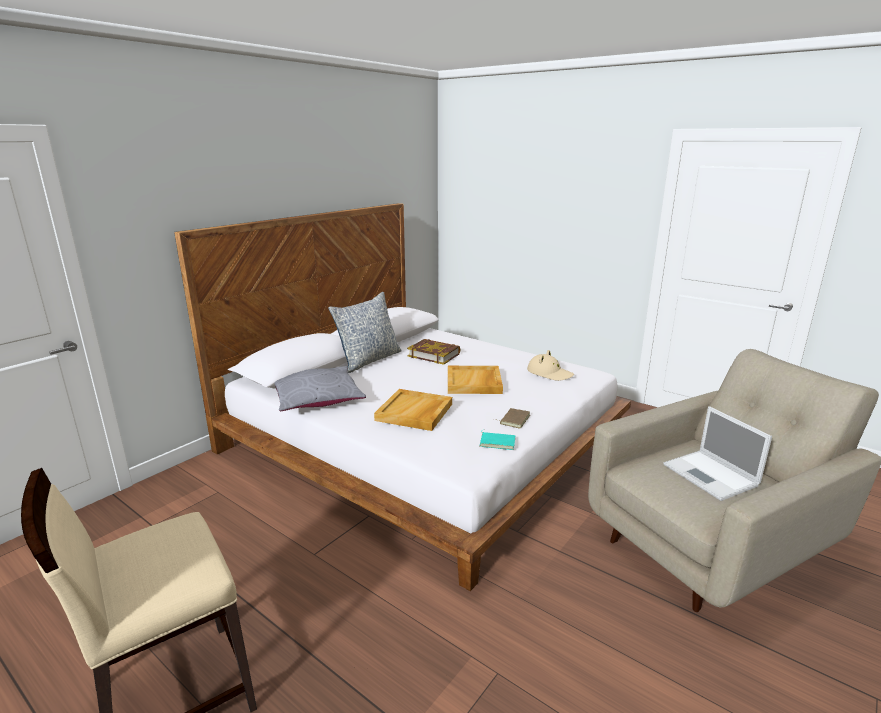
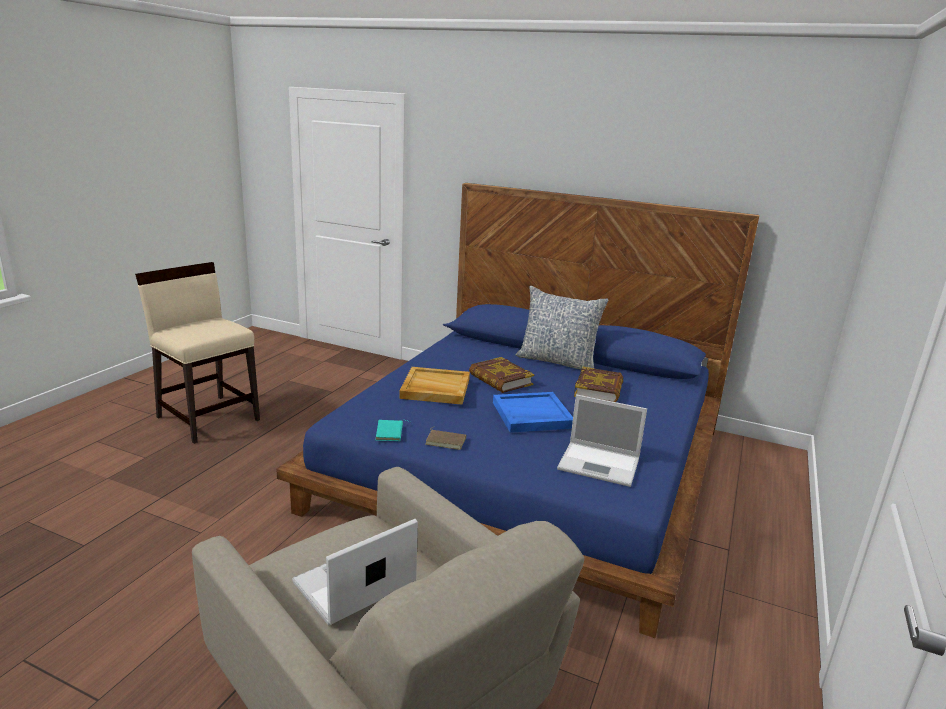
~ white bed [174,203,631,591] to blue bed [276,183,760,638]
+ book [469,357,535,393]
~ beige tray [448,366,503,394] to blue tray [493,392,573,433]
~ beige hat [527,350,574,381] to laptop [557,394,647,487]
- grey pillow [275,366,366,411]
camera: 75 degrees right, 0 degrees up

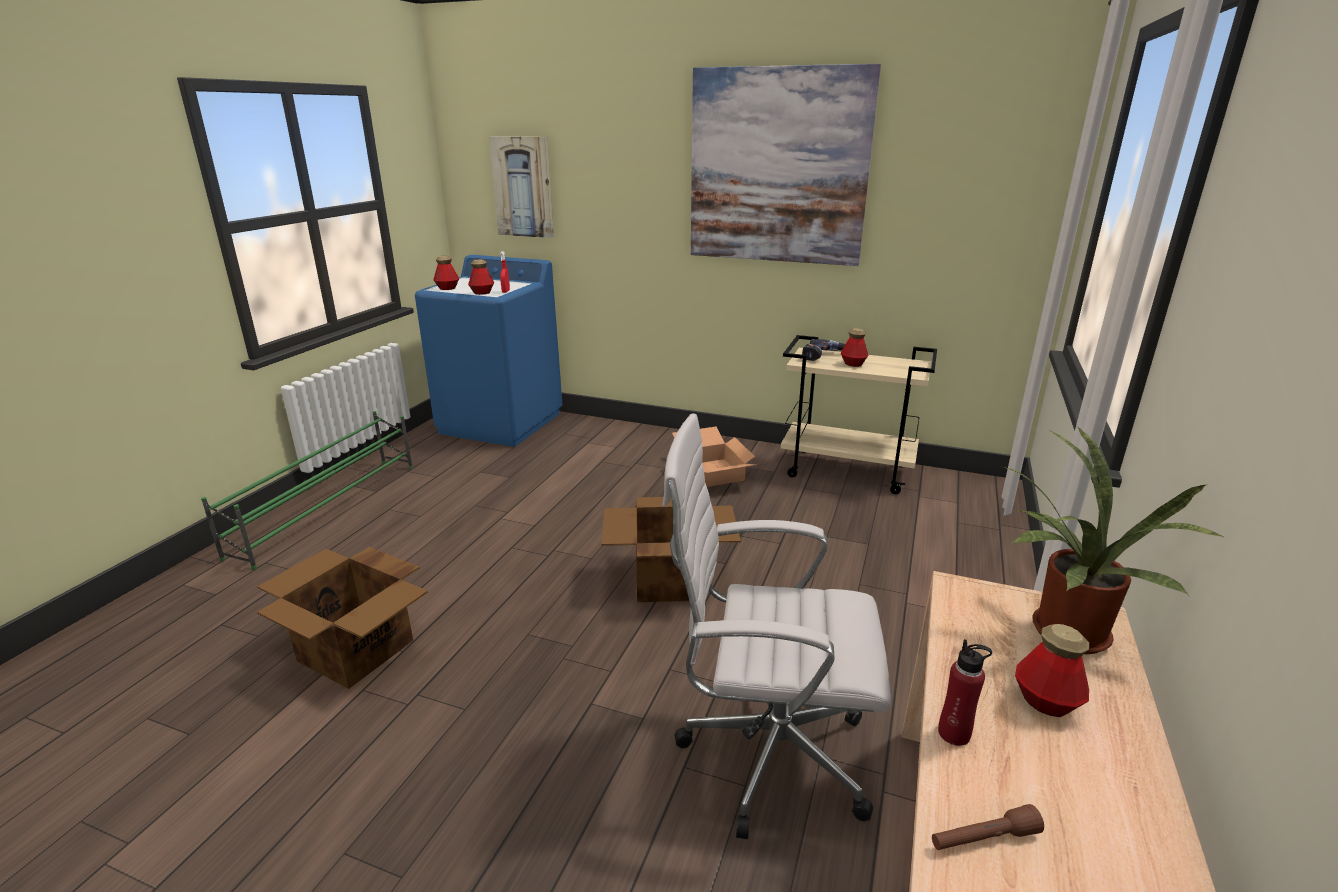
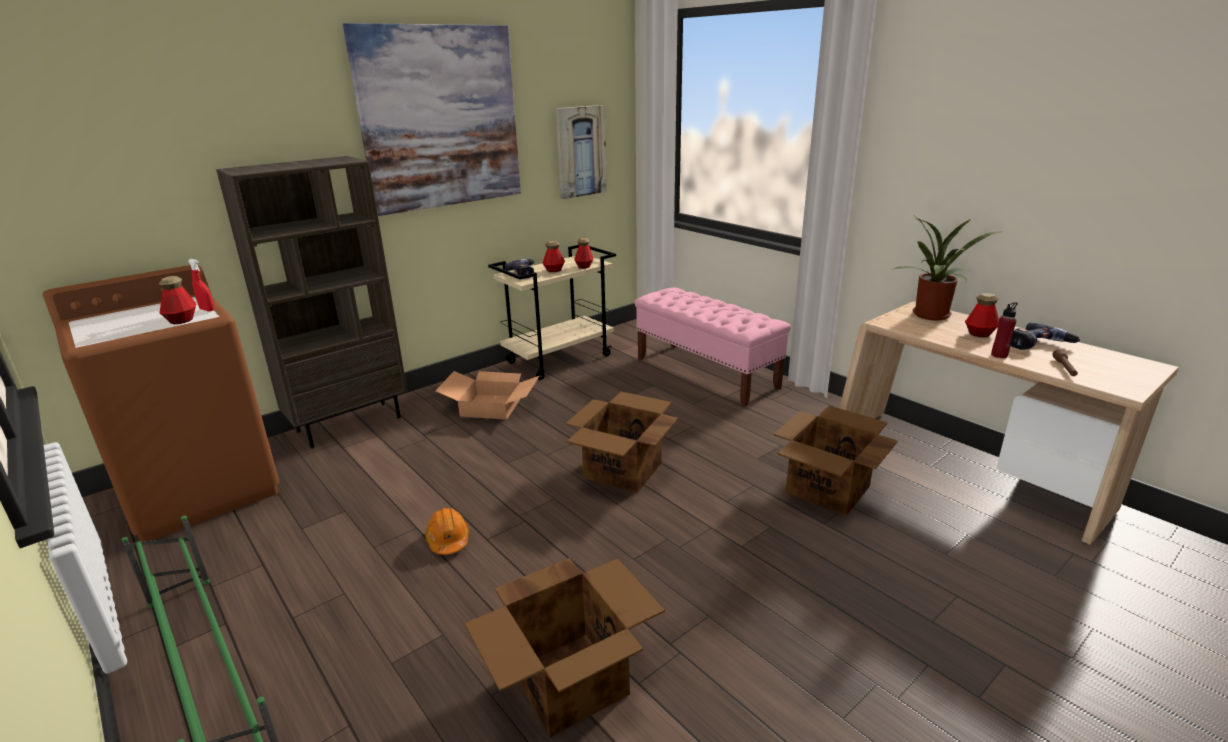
~ blue washing machine [415,255,563,447] to brown washing machine [43,265,279,542]
+ brown bookcase [216,156,408,448]
+ orange hard hat [425,508,469,555]
~ picture [489,136,554,238] to [556,105,607,199]
~ bottle [433,256,459,290] to [574,238,594,269]
+ pink bench [634,288,791,406]
~ white office chair [663,414,891,839] to cardboard box [774,406,898,516]
+ power drill [1010,322,1080,350]
camera: 60 degrees left, 0 degrees up

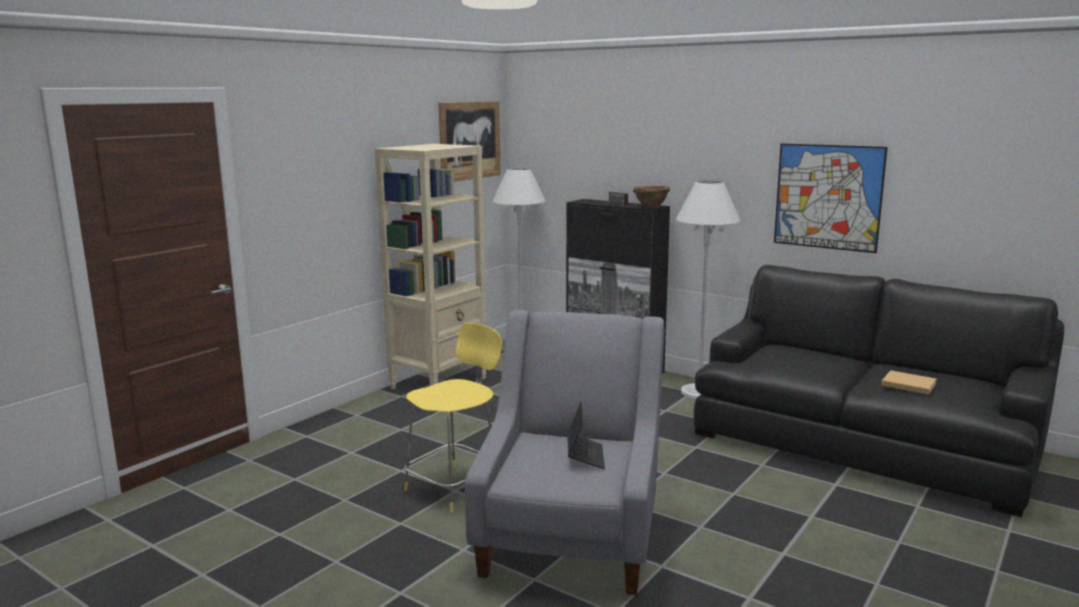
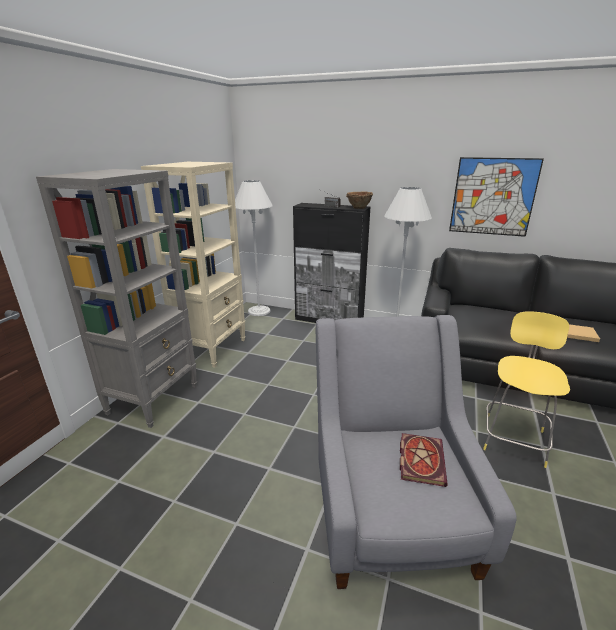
+ grey bookcase [36,169,197,428]
~ laptop [567,401,605,469] to book [400,433,448,487]
~ yellow stool [404,323,502,512] to [483,311,570,468]
- picture [438,101,501,182]
camera: 15 degrees left, 10 degrees up

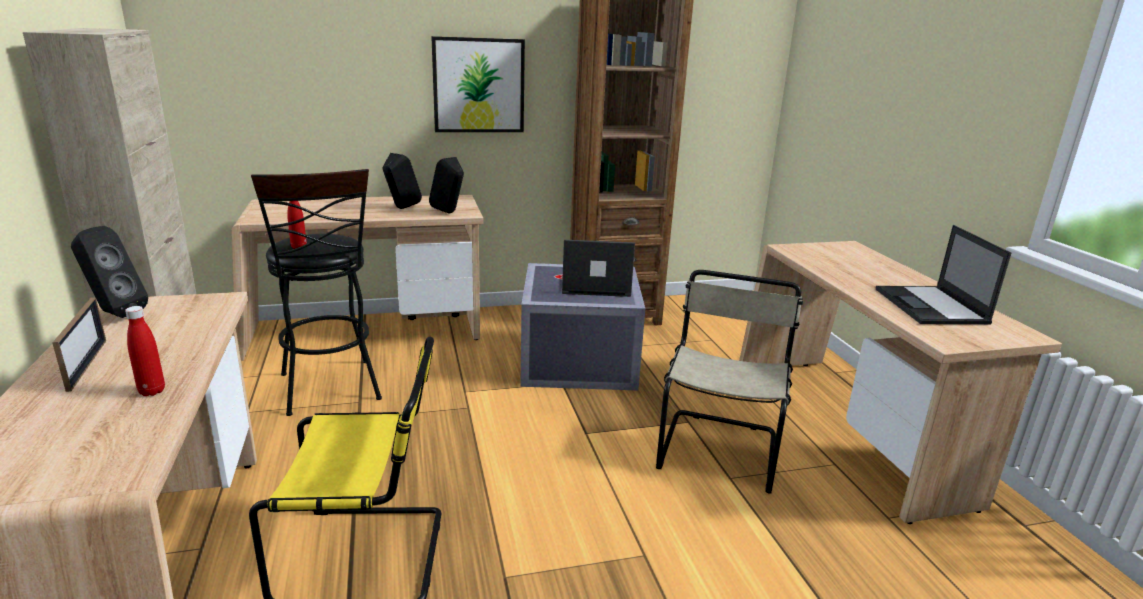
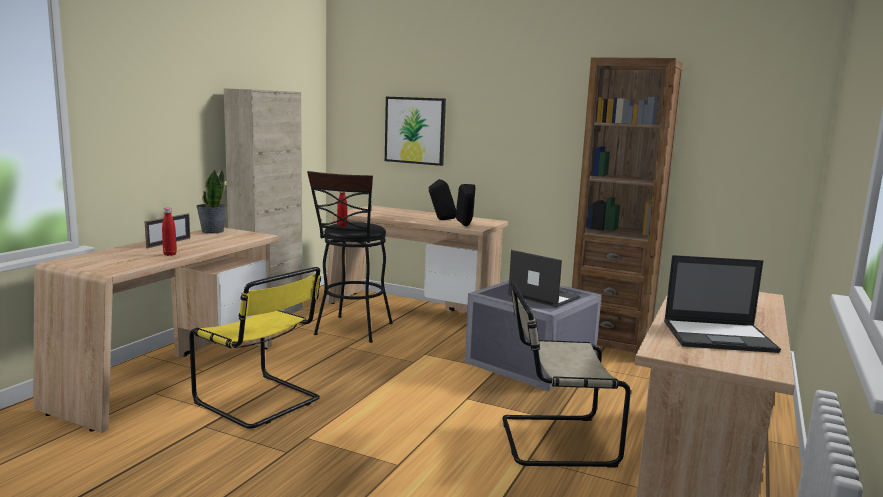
~ black speaker [71,226,148,318] to potted plant [196,169,227,234]
~ picture [431,36,525,132] to [385,97,446,166]
~ beige chair [656,270,803,494] = [502,282,631,468] 150 degrees counterclockwise
~ laptop [876,225,1011,324] = [664,255,781,353] 120 degrees counterclockwise
camera: 40 degrees right, 10 degrees down

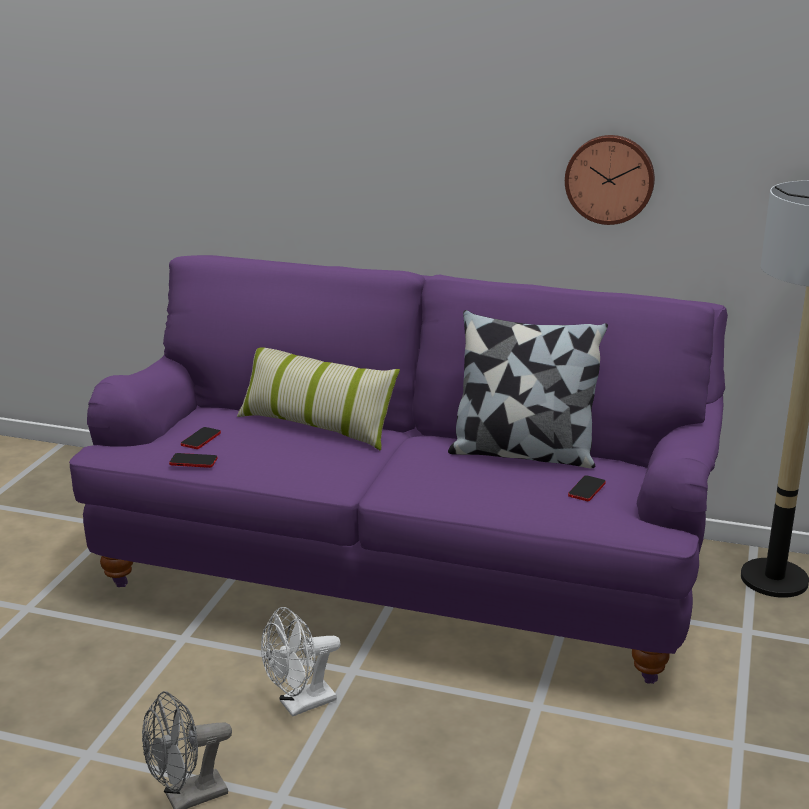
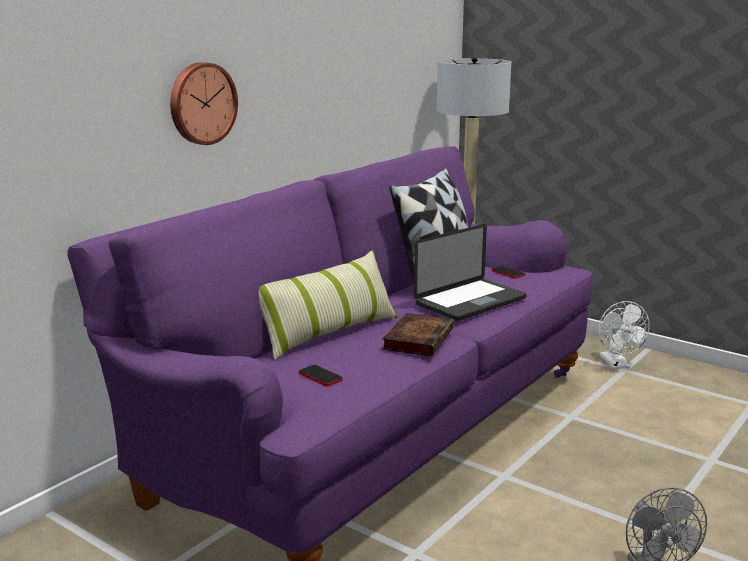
~ wall clock [565,135,655,225] to [170,62,238,145]
+ book [382,313,454,356]
+ laptop [414,224,527,321]
~ white fan [261,607,341,717] to [599,301,650,369]
- phone [169,453,218,468]
camera: 70 degrees left, 5 degrees down

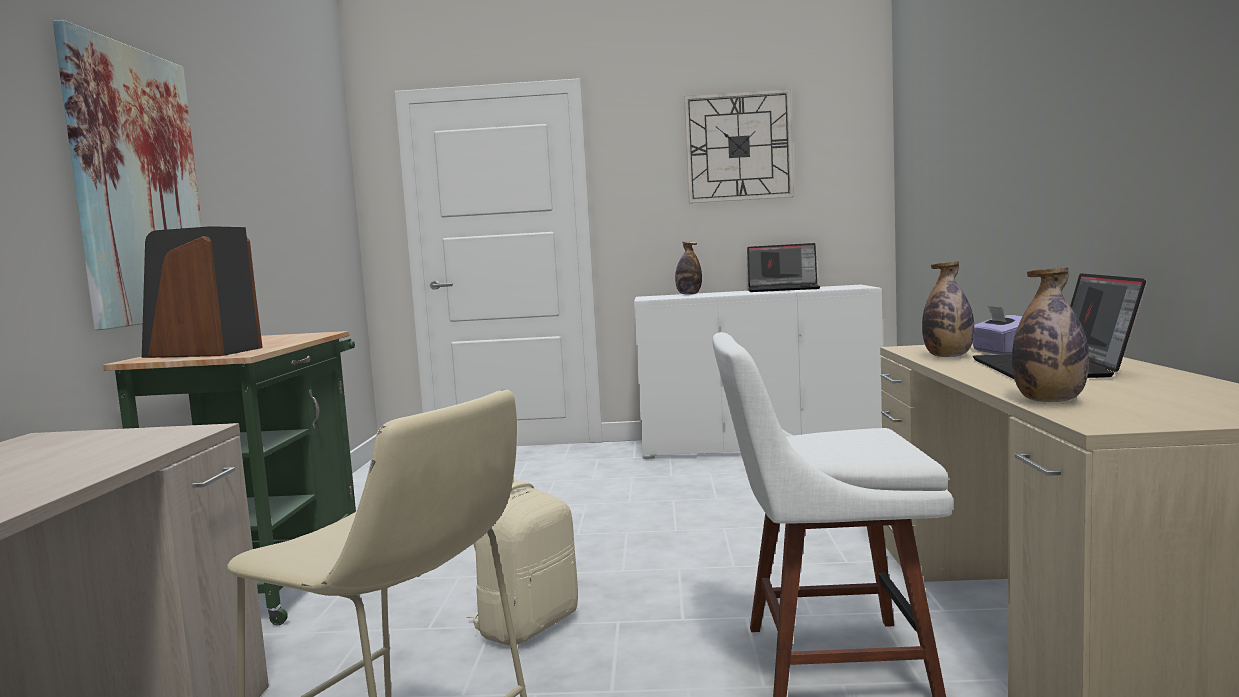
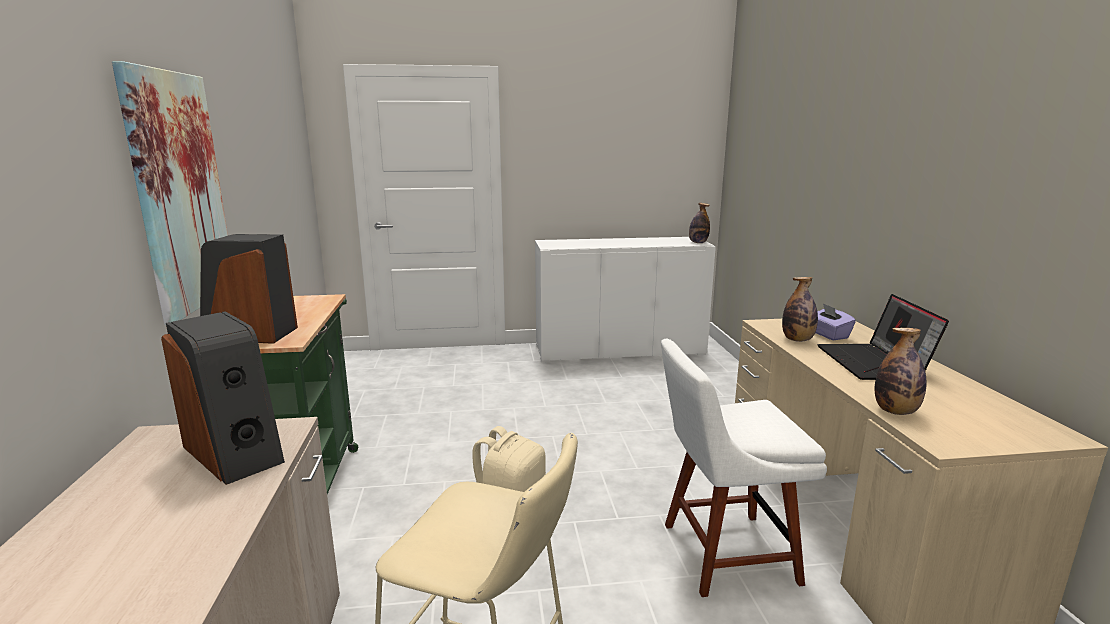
+ speaker [161,311,285,485]
~ bottle [675,242,702,295] to [689,203,710,243]
- wall clock [684,89,794,203]
- laptop [747,243,821,292]
camera: 10 degrees left, 10 degrees up

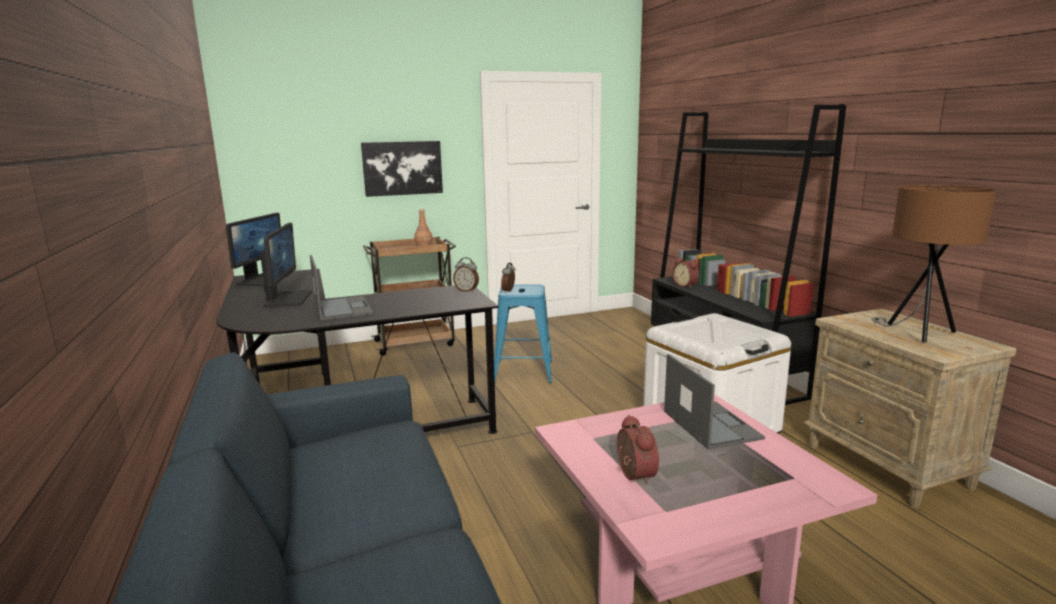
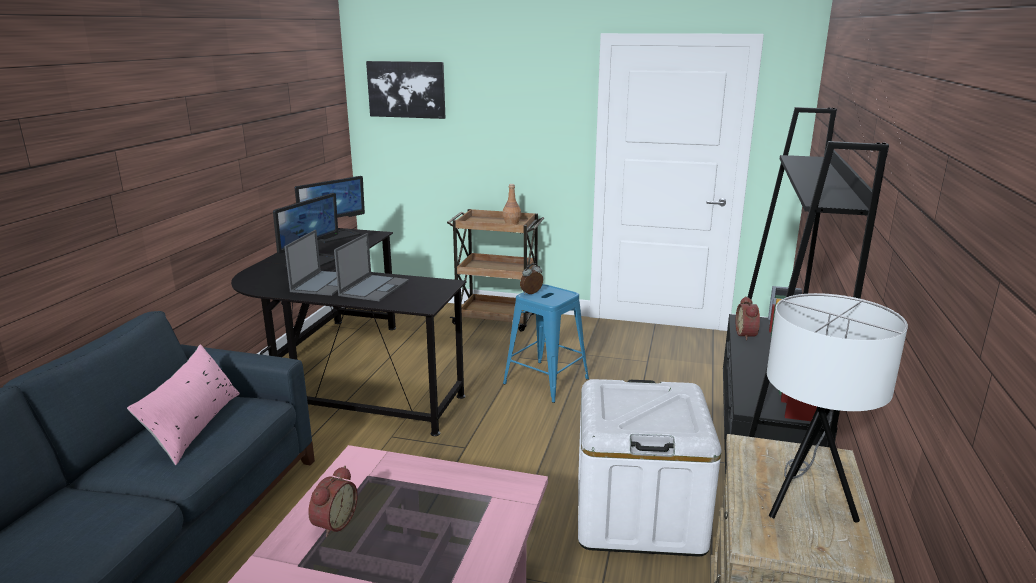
+ pink pillow [127,344,240,465]
~ laptop [664,354,765,449] to [334,233,409,302]
~ picture [361,141,443,197] to [366,61,445,119]
~ brown table lamp [871,185,996,342] to white table lamp [767,293,908,522]
- alarm clock [453,257,479,292]
camera: 35 degrees right, 5 degrees up

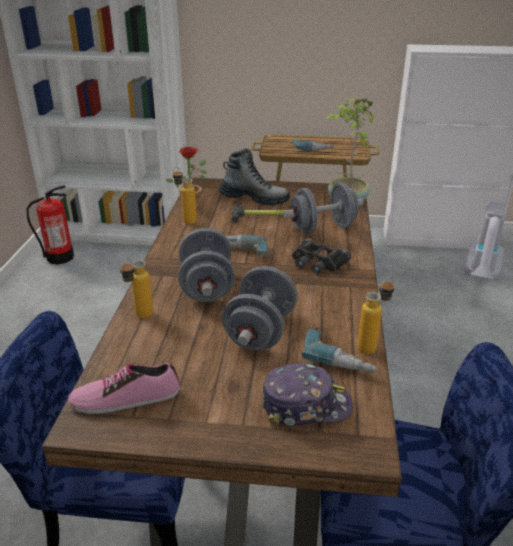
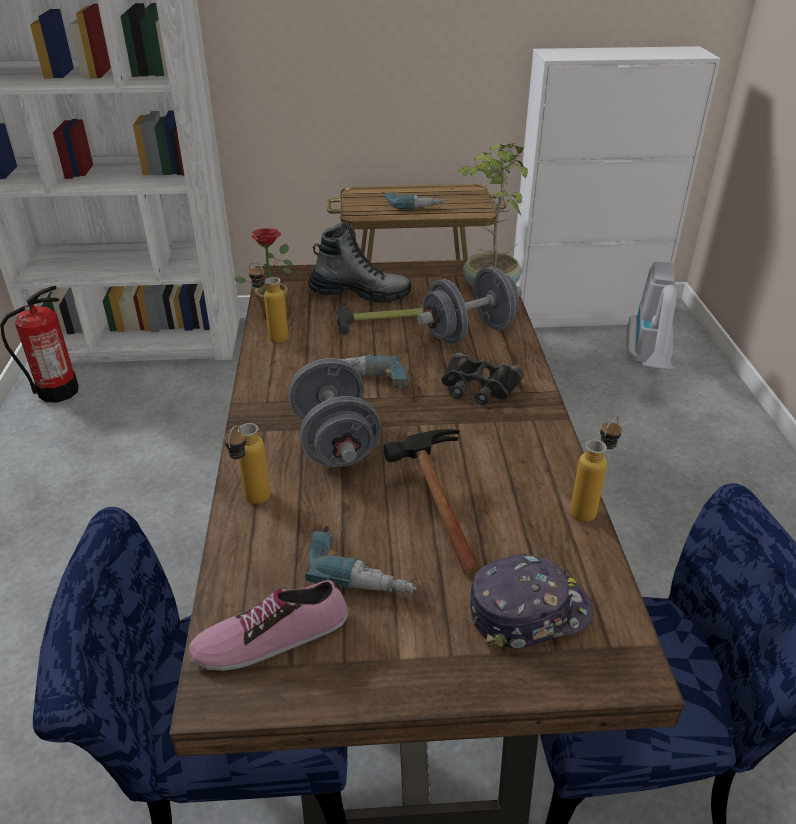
~ power drill [302,327,378,373] to [305,526,417,593]
~ grey dumbbell [222,266,298,350] to hammer [383,429,479,575]
camera: 10 degrees left, 5 degrees up

